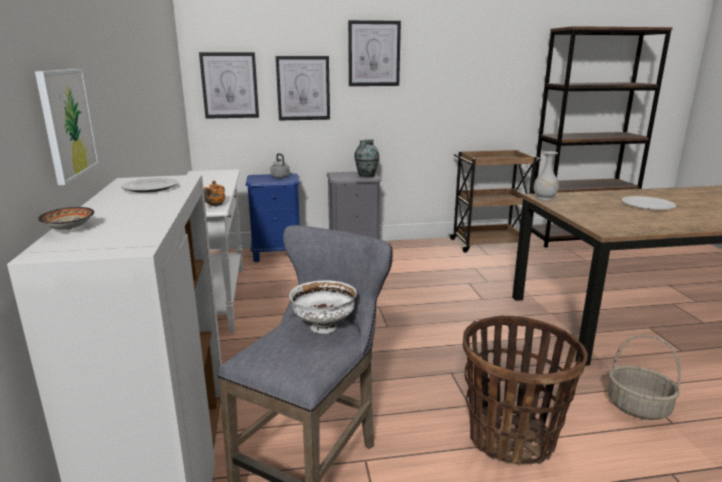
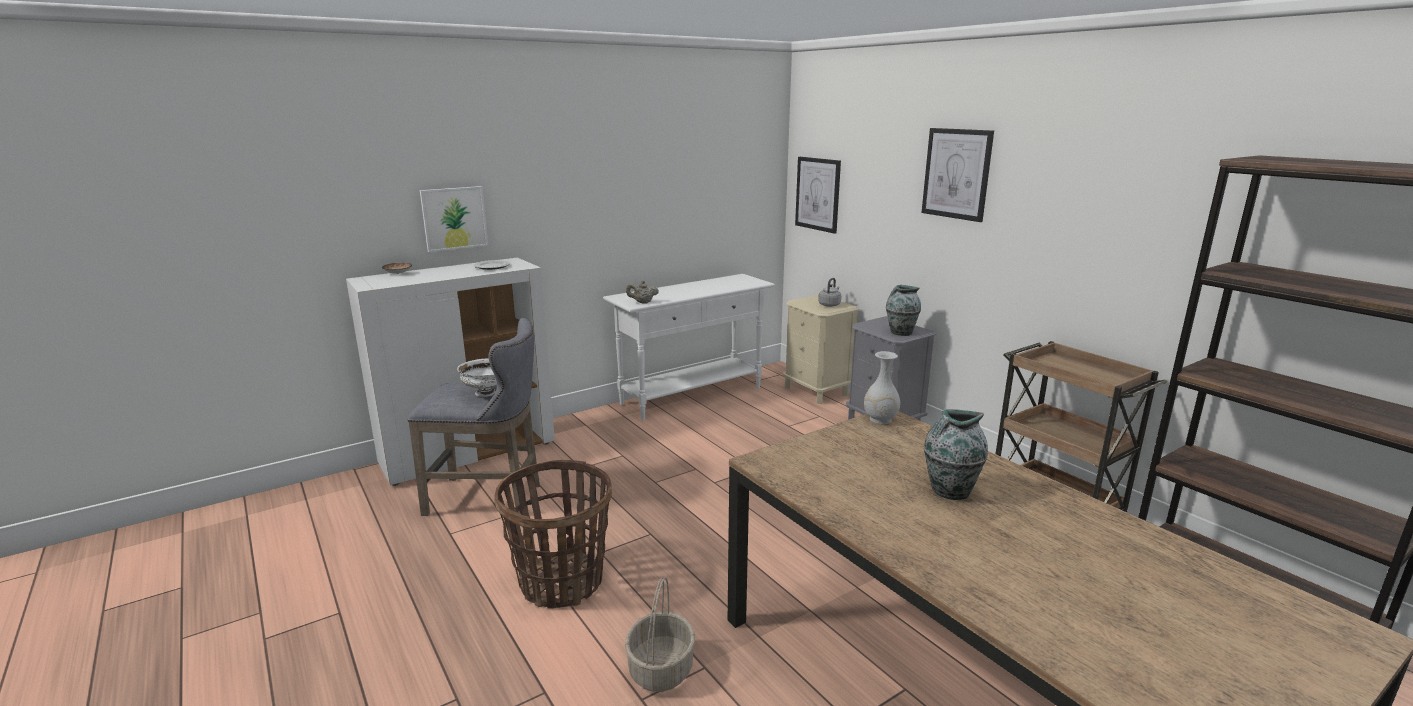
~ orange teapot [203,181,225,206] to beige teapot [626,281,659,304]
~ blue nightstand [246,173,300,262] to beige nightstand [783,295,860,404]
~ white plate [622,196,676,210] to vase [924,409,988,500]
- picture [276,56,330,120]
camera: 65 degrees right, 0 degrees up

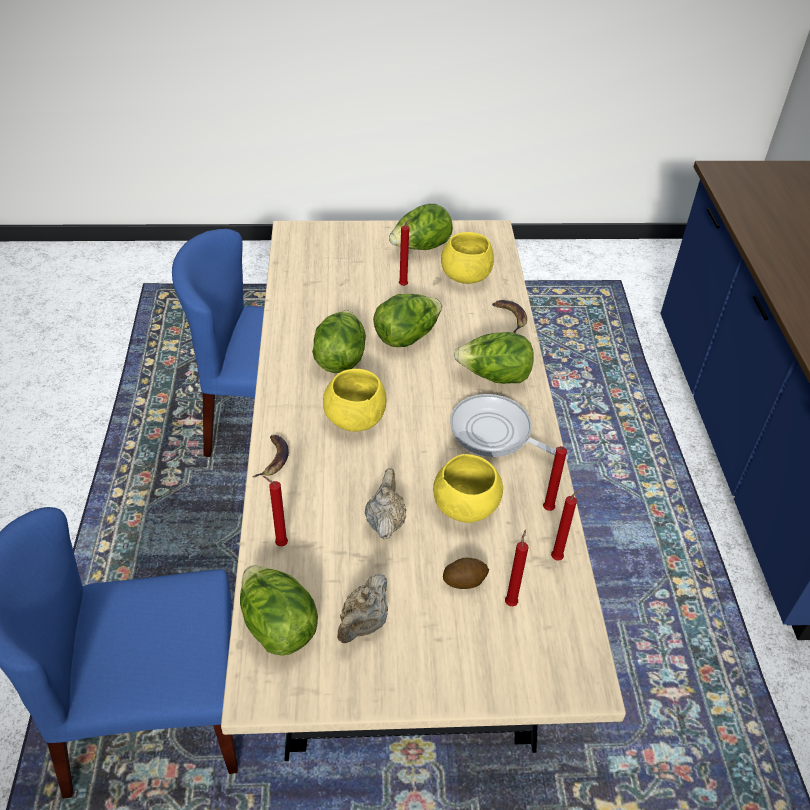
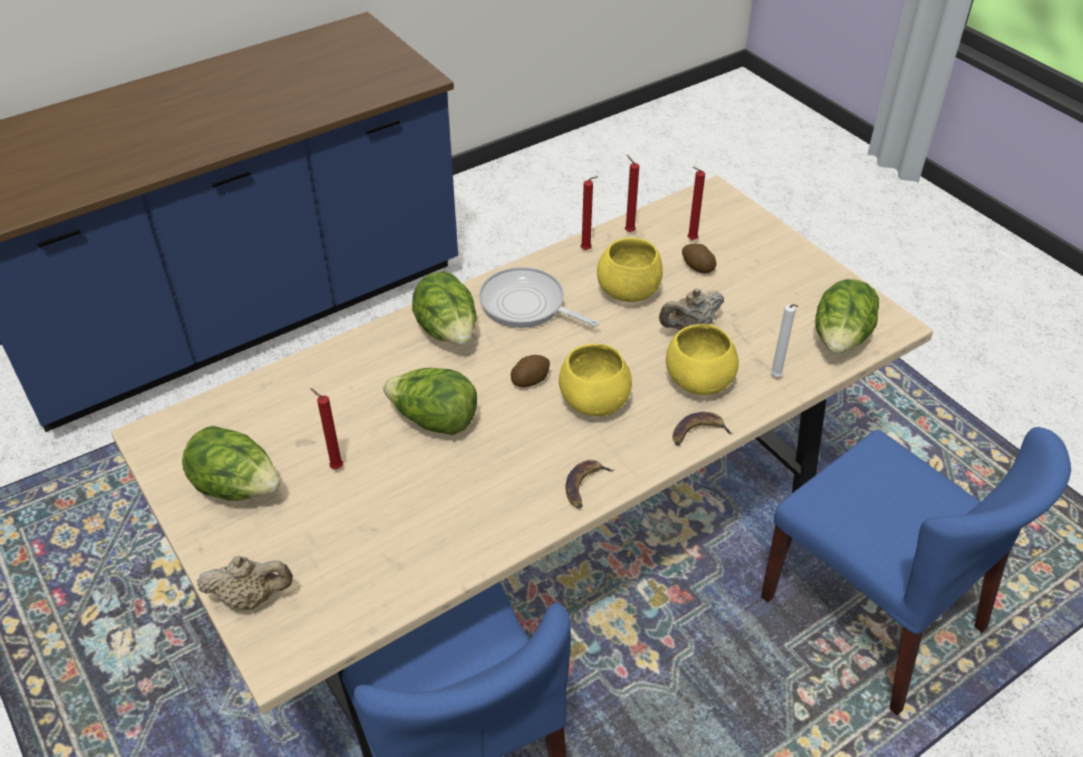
~ beige teapot [337,574,388,643] to [197,556,293,610]
~ frying pan [450,394,568,460] = [479,267,599,328] 120 degrees clockwise
+ potato [511,355,550,387]
~ banana [492,300,527,333] to [565,460,615,509]
~ yellow bowl [441,232,494,284] to [666,324,739,395]
~ red candle [263,476,288,546] to white candle [770,304,798,377]
- lettuce [312,310,366,373]
camera: 120 degrees left, 0 degrees up

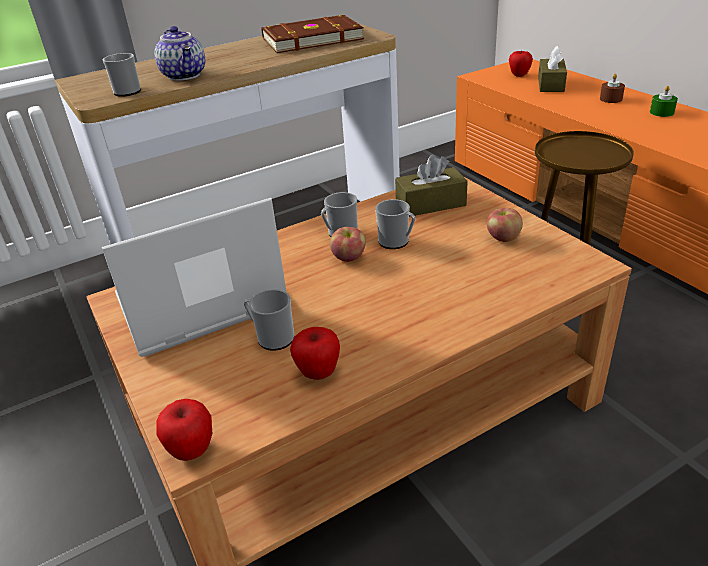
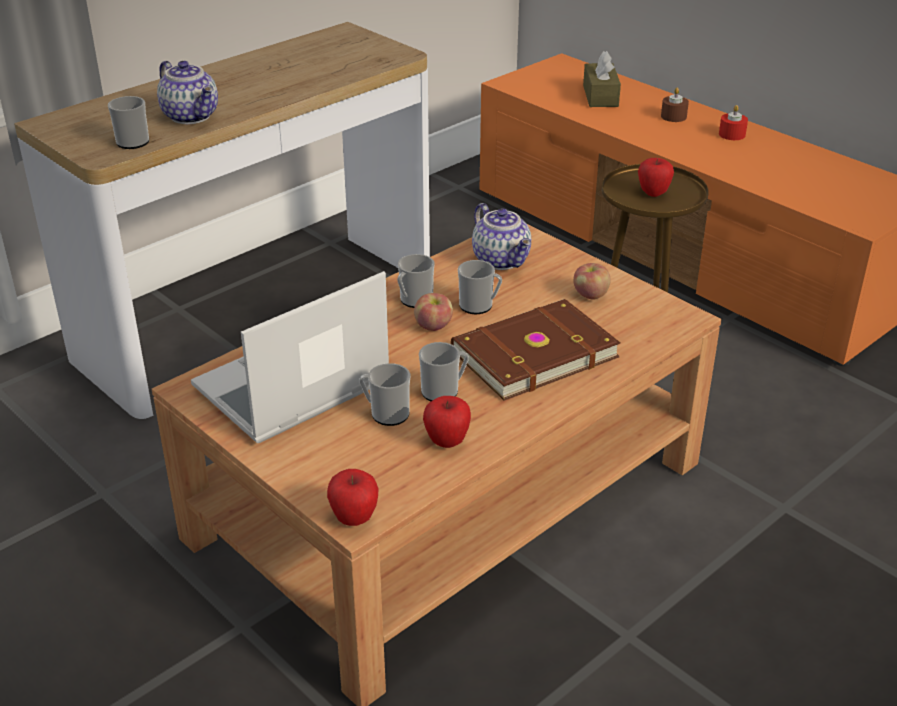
+ mug [419,342,469,401]
~ brown book [261,15,364,53] to [451,299,621,401]
~ brown tissue box [395,155,468,217] to teapot [472,203,531,270]
~ apple [509,50,533,77] to [638,158,674,197]
~ green candle [650,86,678,117] to red candle [719,105,748,140]
camera: 15 degrees left, 0 degrees up

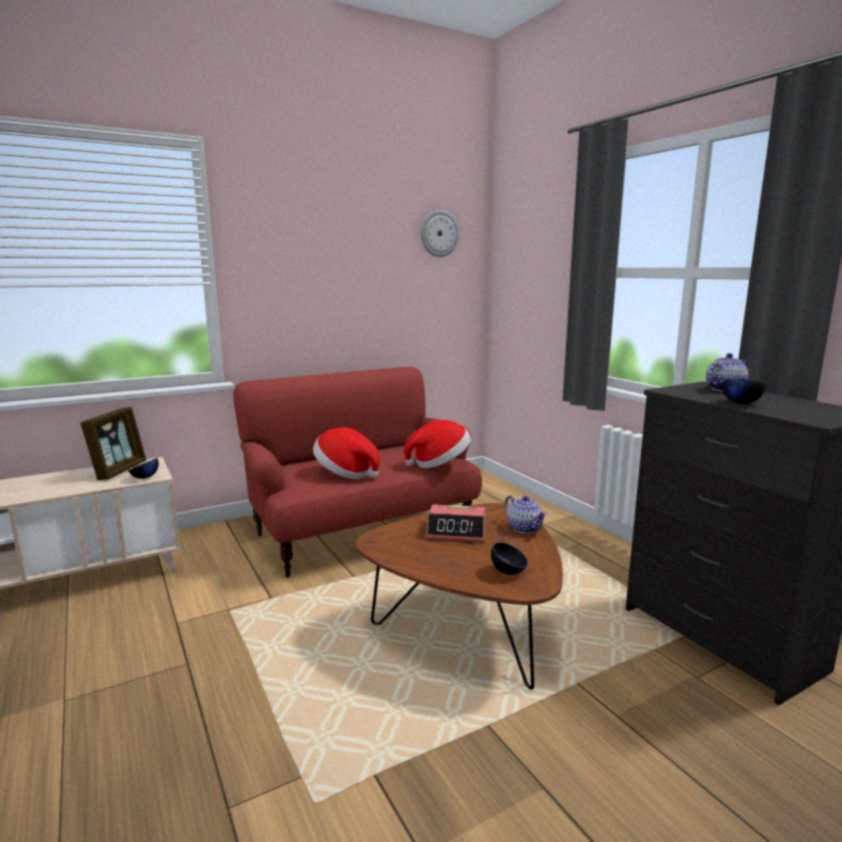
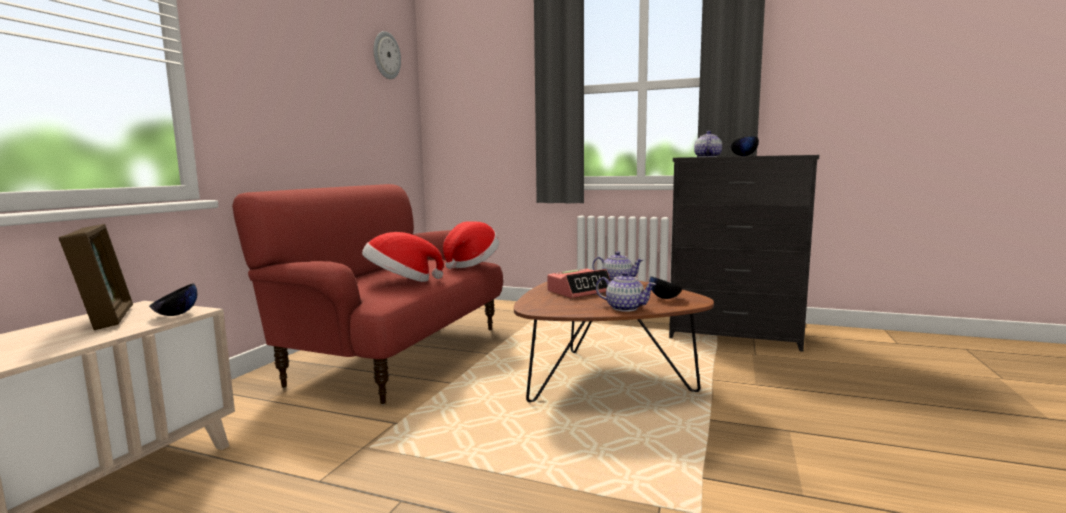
+ teapot [596,272,656,312]
camera: 40 degrees left, 5 degrees down

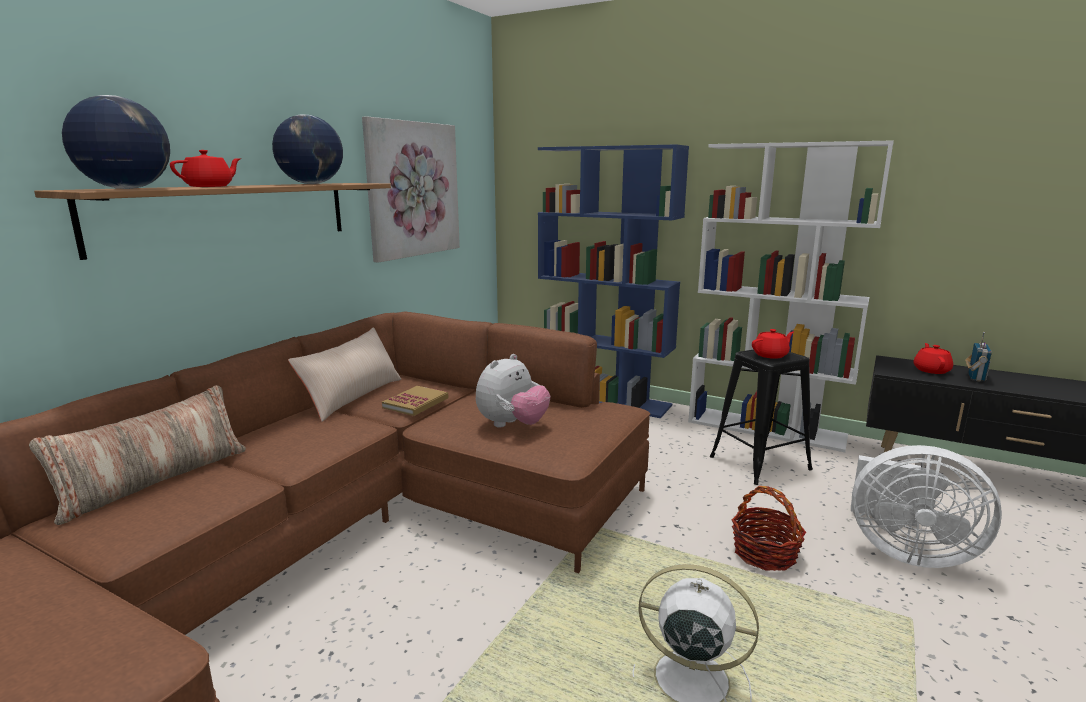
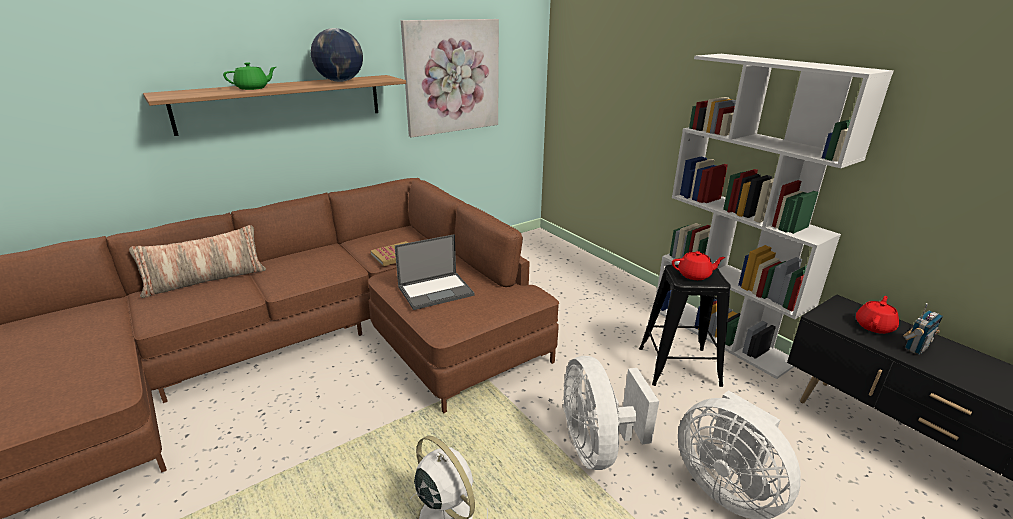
~ red teapot [170,150,241,187] to green teapot [223,63,276,90]
~ plush toy [476,354,550,427] to laptop [395,234,475,310]
~ basket [732,486,807,571] to white fan [563,356,659,470]
- globe [62,95,170,189]
- beige pillow [288,327,401,422]
- blue bookcase [538,144,689,418]
camera: 25 degrees right, 10 degrees up

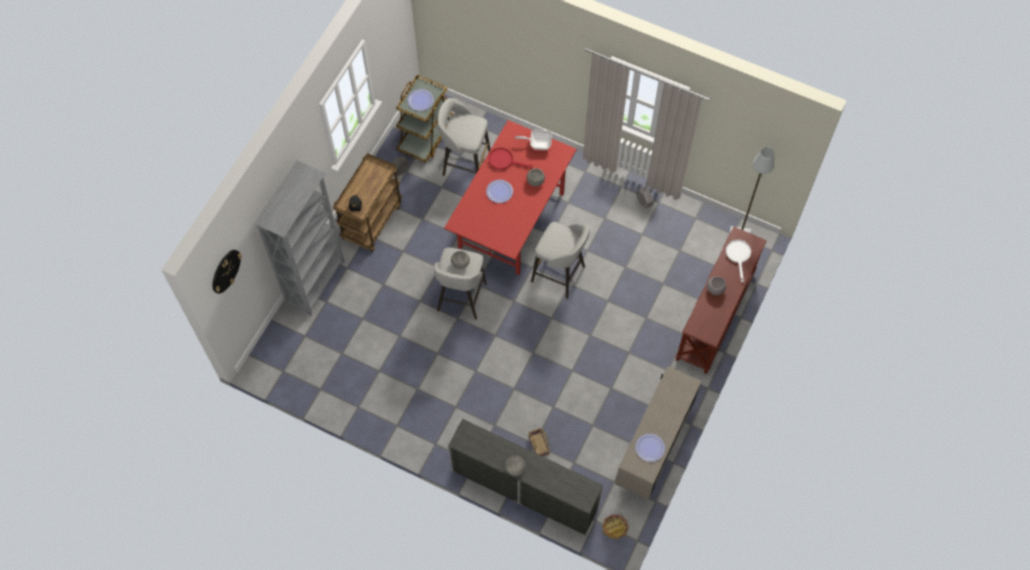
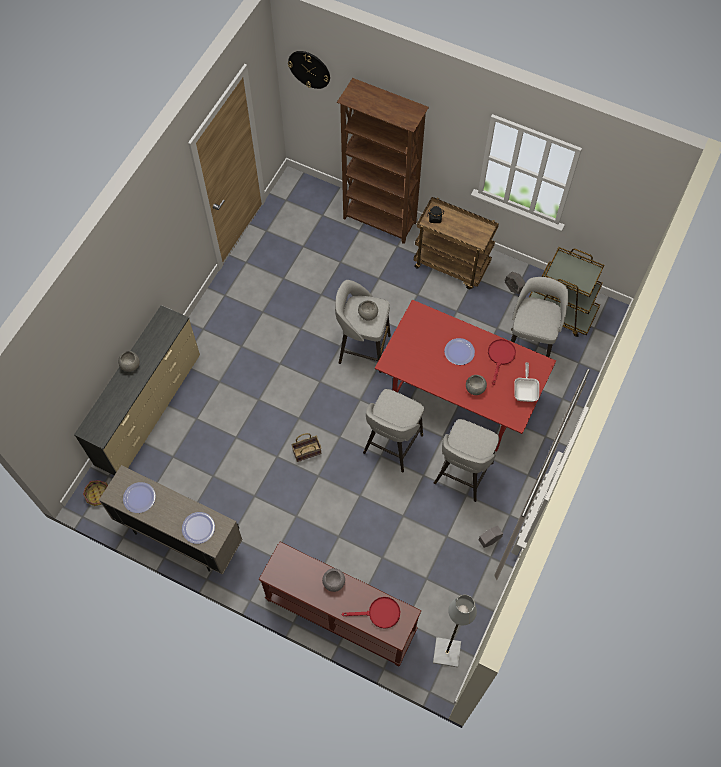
~ plate [407,89,434,111] to [182,512,215,544]
~ basket [528,428,550,457] to [291,433,321,462]
~ grey bookcase [254,160,345,316] to brown bookcase [337,78,429,244]
~ white frying pan [726,239,751,283] to red frying pan [341,597,400,629]
+ grey stool [434,419,499,502]
camera: 90 degrees right, 0 degrees up

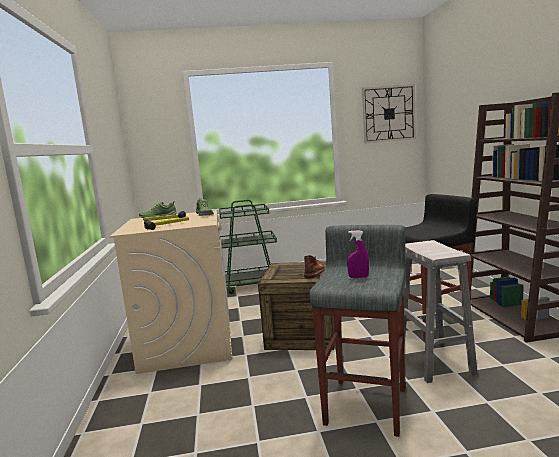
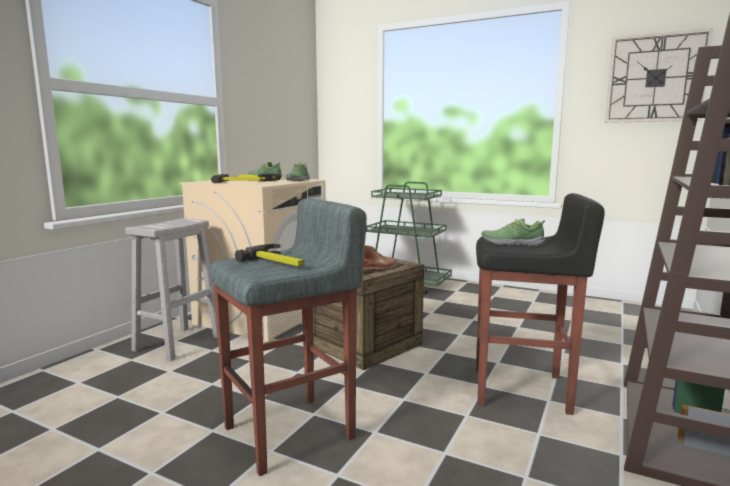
~ white stool [404,240,478,383] to [125,218,218,361]
~ purple spray bottle [347,230,369,278] to hammer [235,244,304,267]
+ shoe [481,218,546,246]
camera: 35 degrees right, 0 degrees up

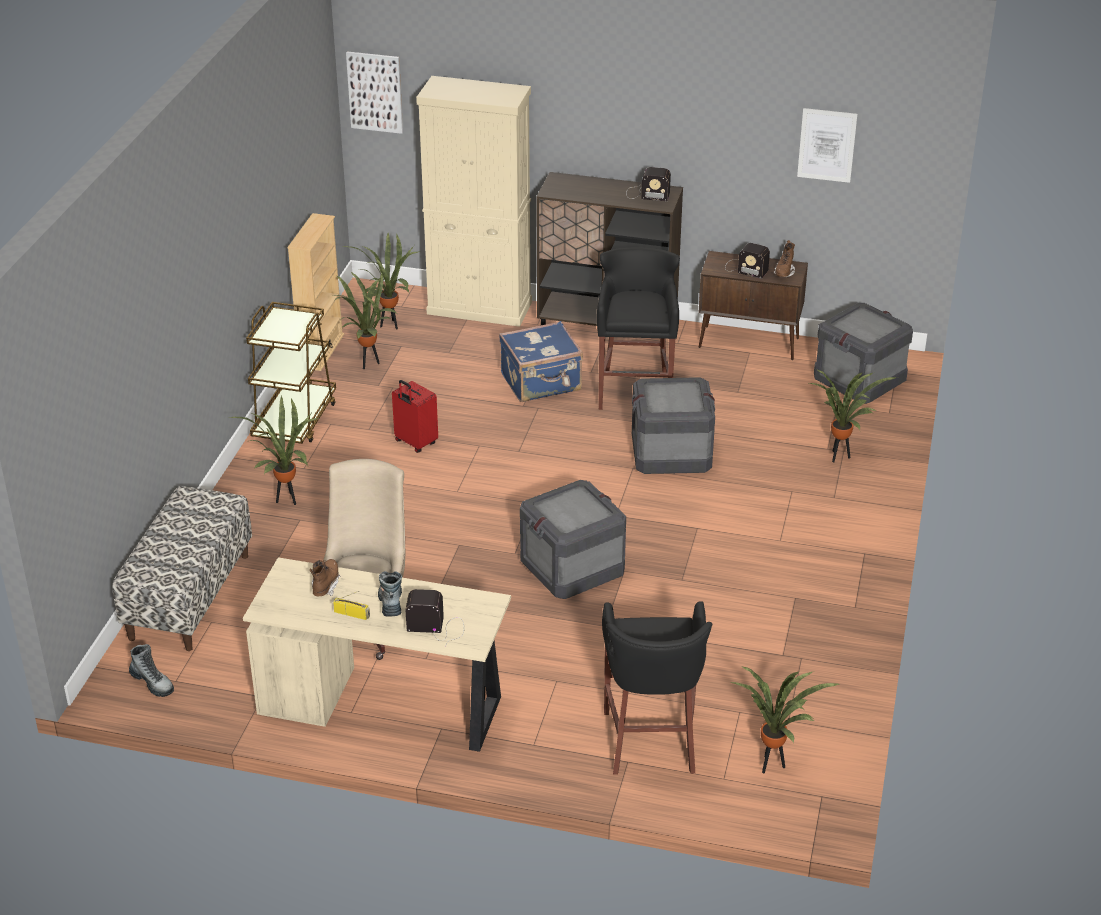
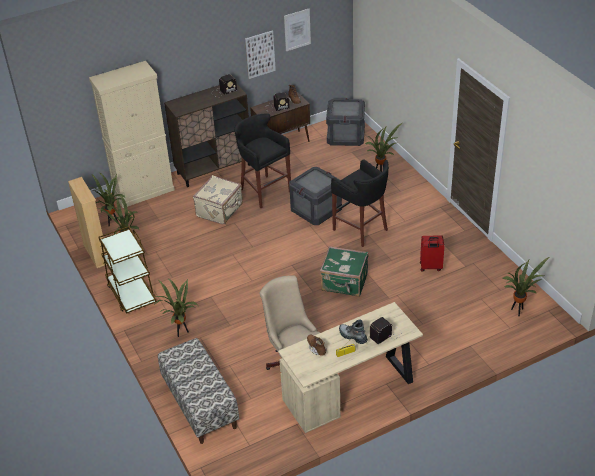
~ blue suitcase [499,321,583,402] to beige suitcase [193,175,243,224]
~ picture [346,52,403,134] to [245,31,276,79]
~ crate [520,480,626,599] to green suitcase [320,246,369,297]
~ black stool [602,601,712,775] to [331,159,389,247]
~ red suitcase [392,380,438,453] to [420,235,444,272]
- boot [129,644,174,697]
camera: 40 degrees left, 5 degrees up

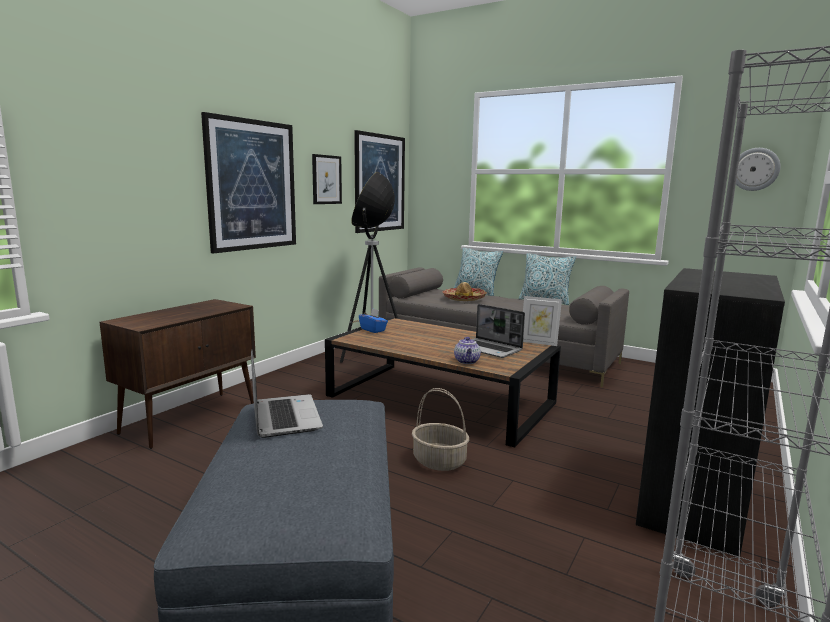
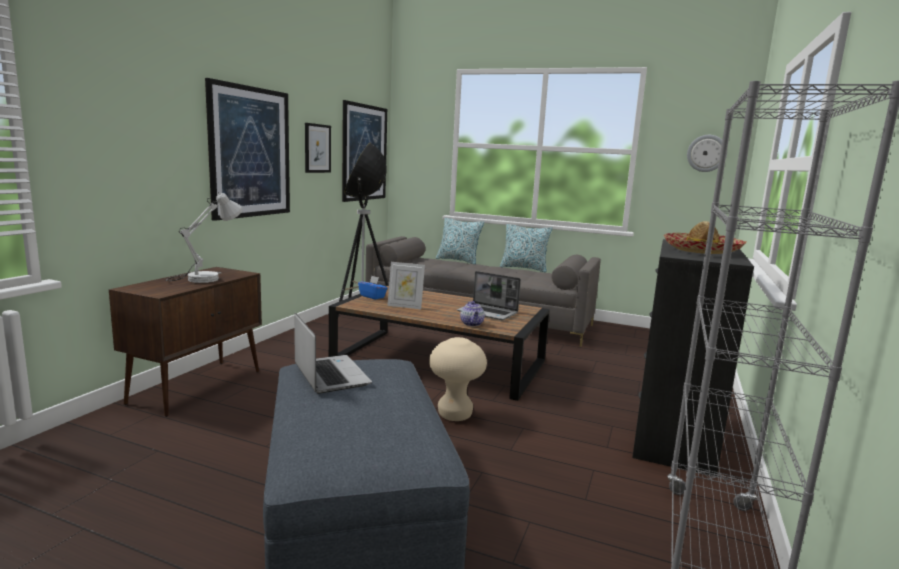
+ white table lamp [166,192,243,283]
~ picture frame [523,296,562,346] to [387,262,425,309]
~ basket [412,388,469,471] to beige stool [429,337,487,421]
~ hat [443,282,487,301] to [663,221,746,254]
camera: 10 degrees left, 0 degrees up

